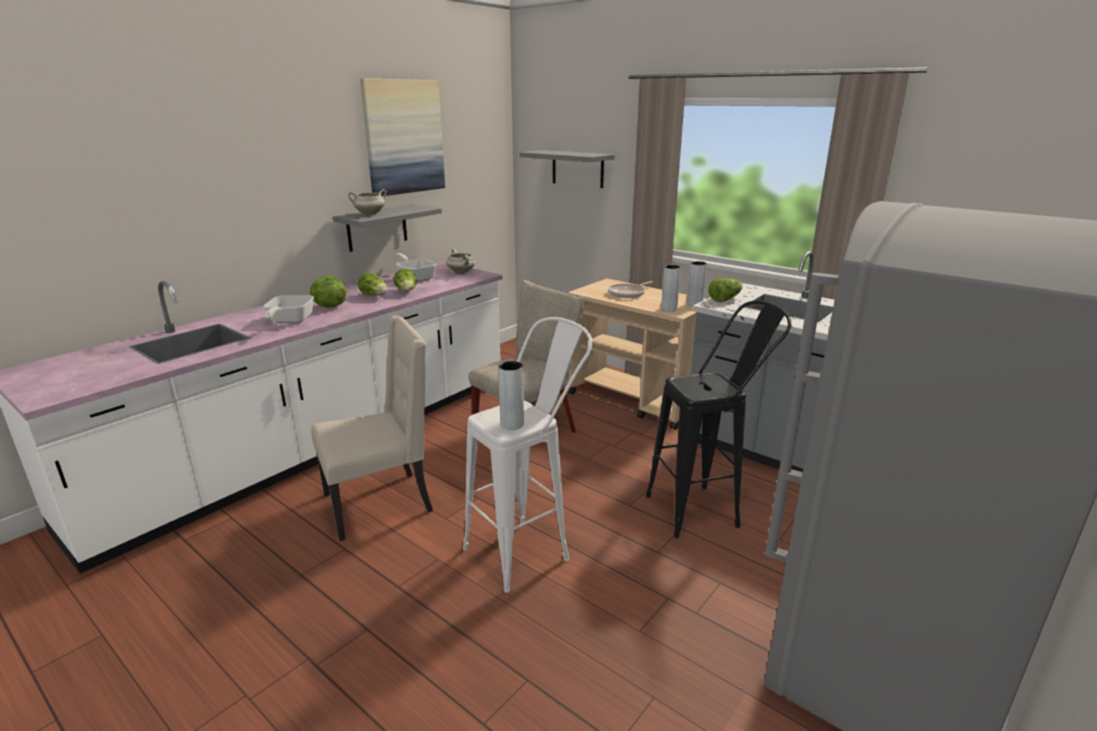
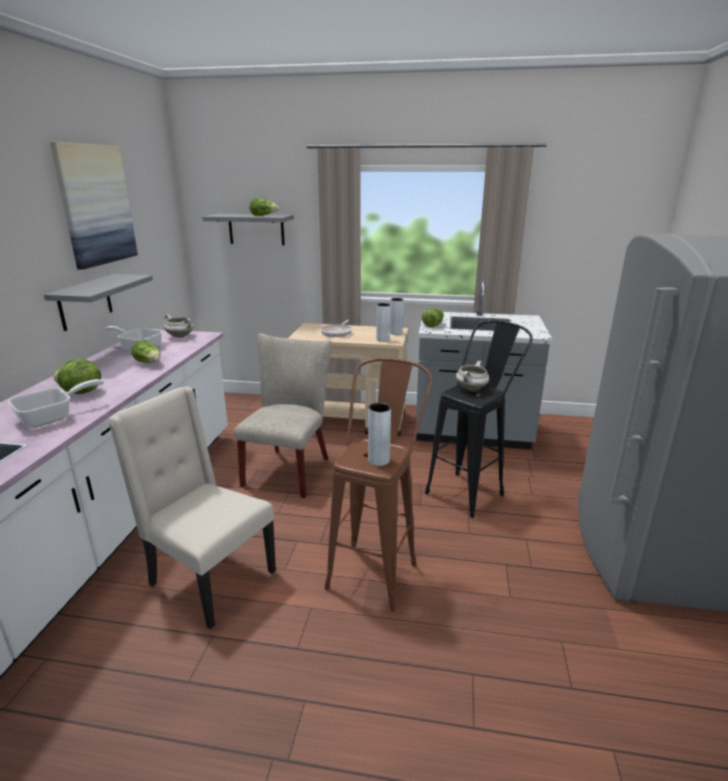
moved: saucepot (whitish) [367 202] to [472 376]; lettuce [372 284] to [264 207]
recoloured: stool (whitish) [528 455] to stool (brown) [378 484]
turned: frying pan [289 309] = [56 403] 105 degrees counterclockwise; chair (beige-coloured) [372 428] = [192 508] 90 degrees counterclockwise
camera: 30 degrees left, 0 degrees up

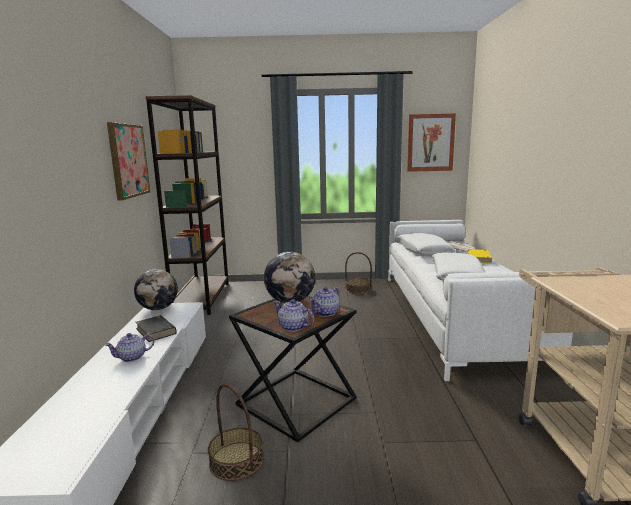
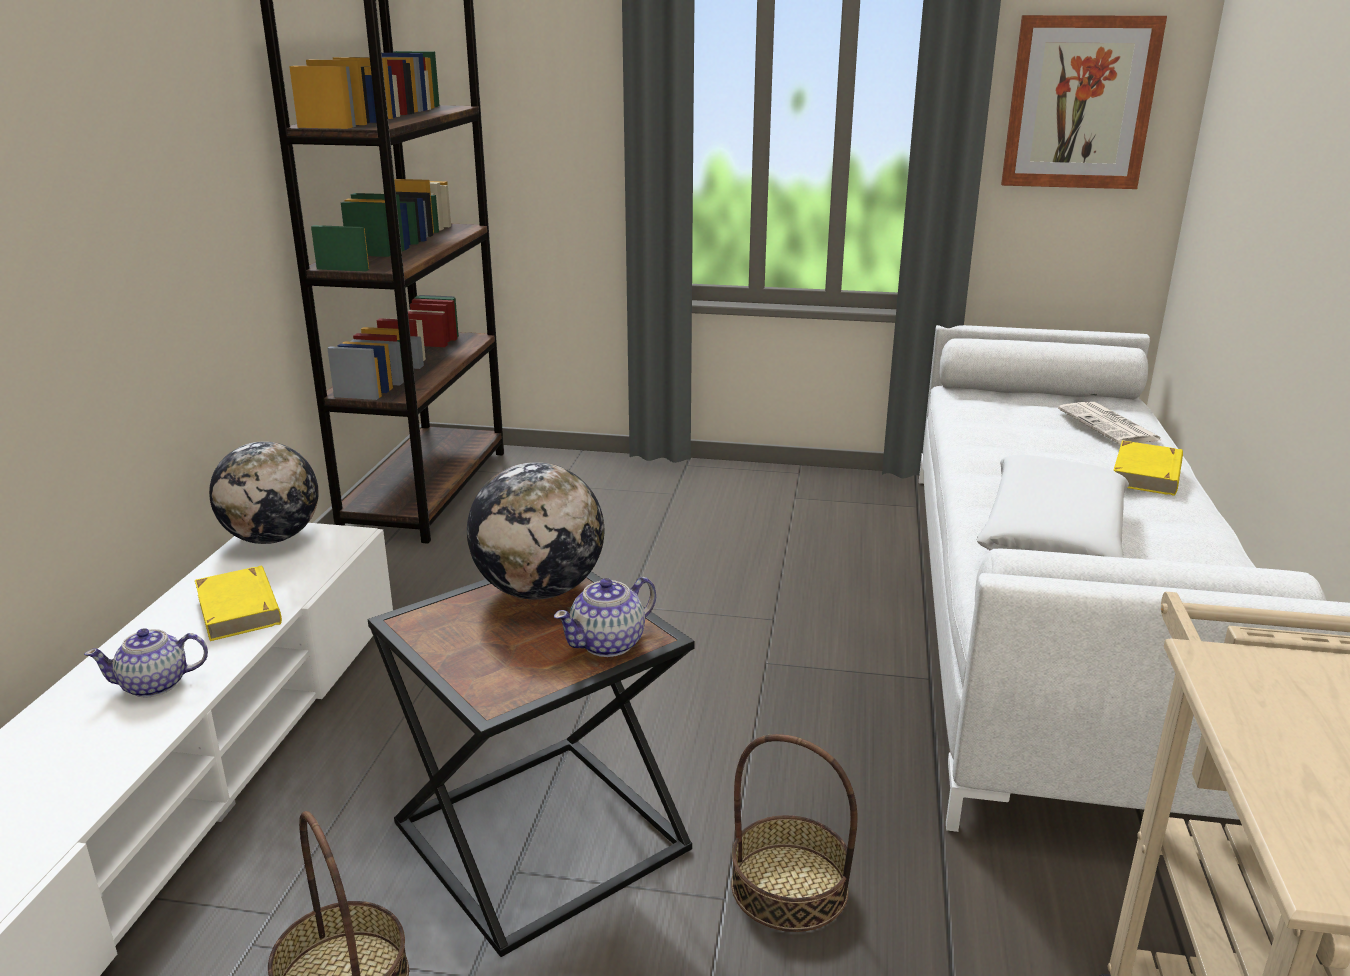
removed: wall picture [128 161]; pillow (whitish) [426 244]; teapot [294 315]
moved: basket [358 273] to [794 833]
recoloured: volume (black) [155 328] to volume (yellow-coloured) [238 603]
camera: 10 degrees right, 10 degrees up

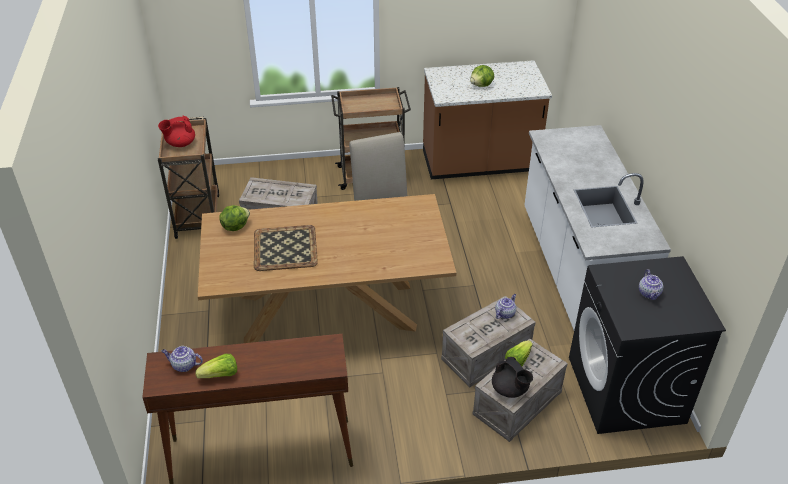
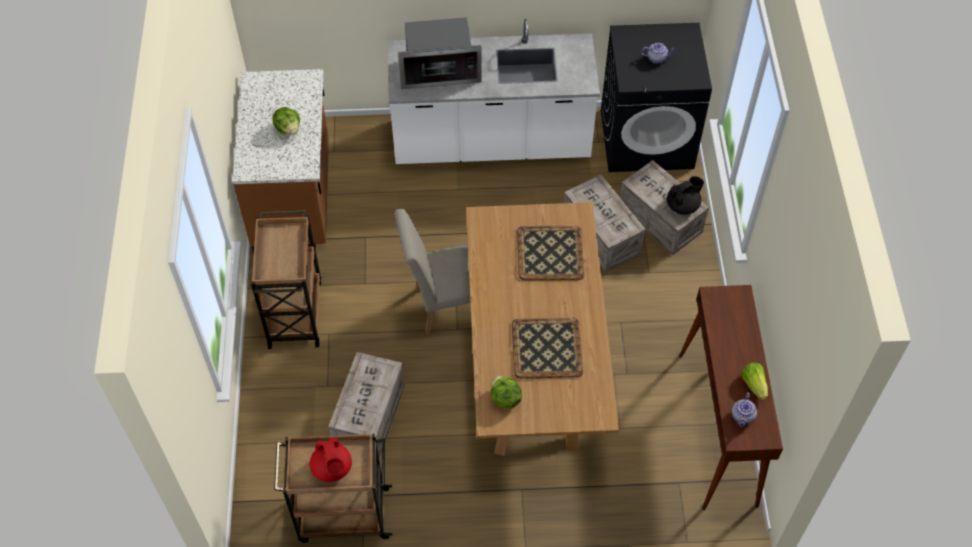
removed: teapot [505 306]; lettuce [519 353]
added: microwave [440 53]; serving tray [550 253]
camera: 85 degrees left, 15 degrees up

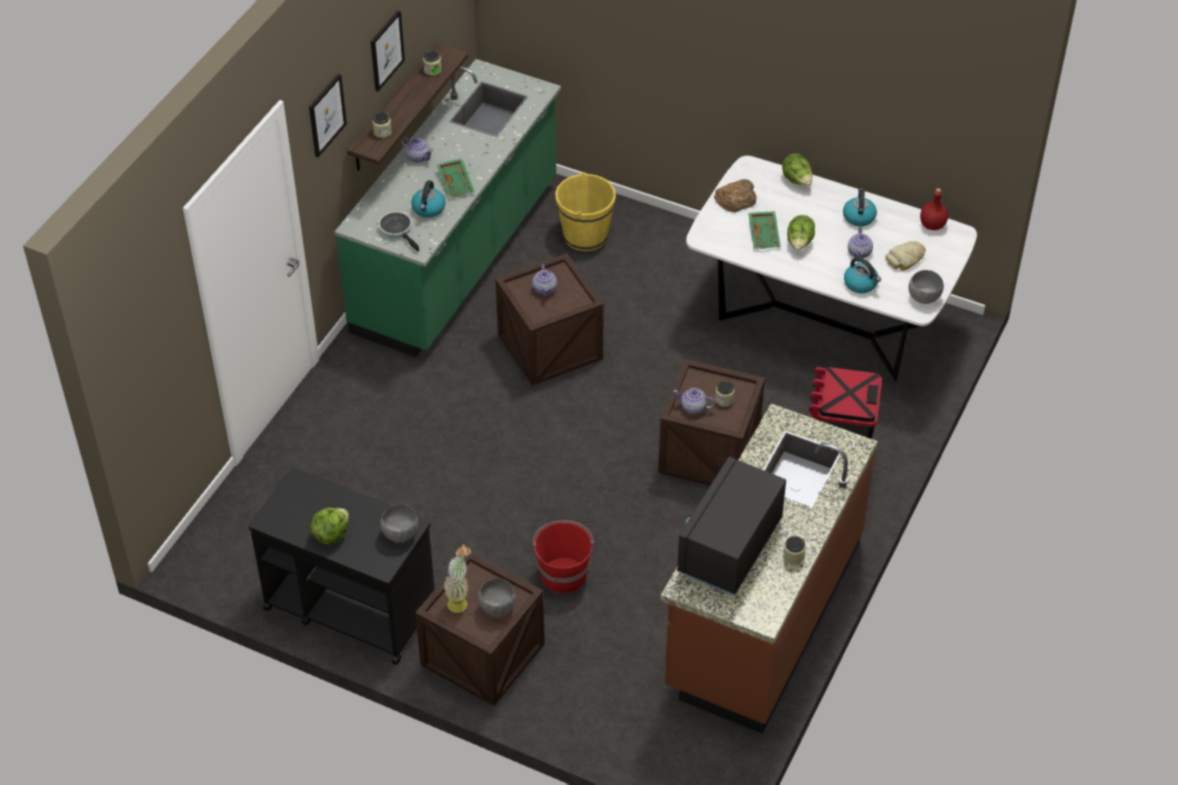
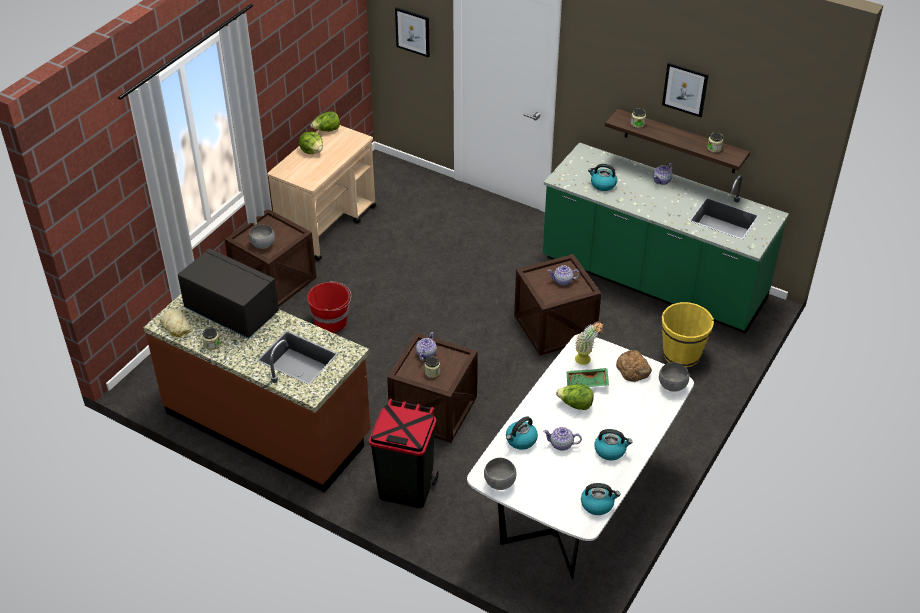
removed: serving tray (green) [455 178]; frying pan [398 231]
moved: wall picture [328 115] to [412 32]; lettuce [797 169] to [325 121]; baked bread [906 256] to [175 322]; bowl (greyish) [399 523] to [674 377]; houseplant [457 578] to [589 343]
replaced: drink bottle (reddish) [934 209] to kettle [600 499]
recoloured: wheeled cart (black) [341 566] to wheeled cart (beige-coloured) [321 193]
camera: 95 degrees right, 5 degrees down

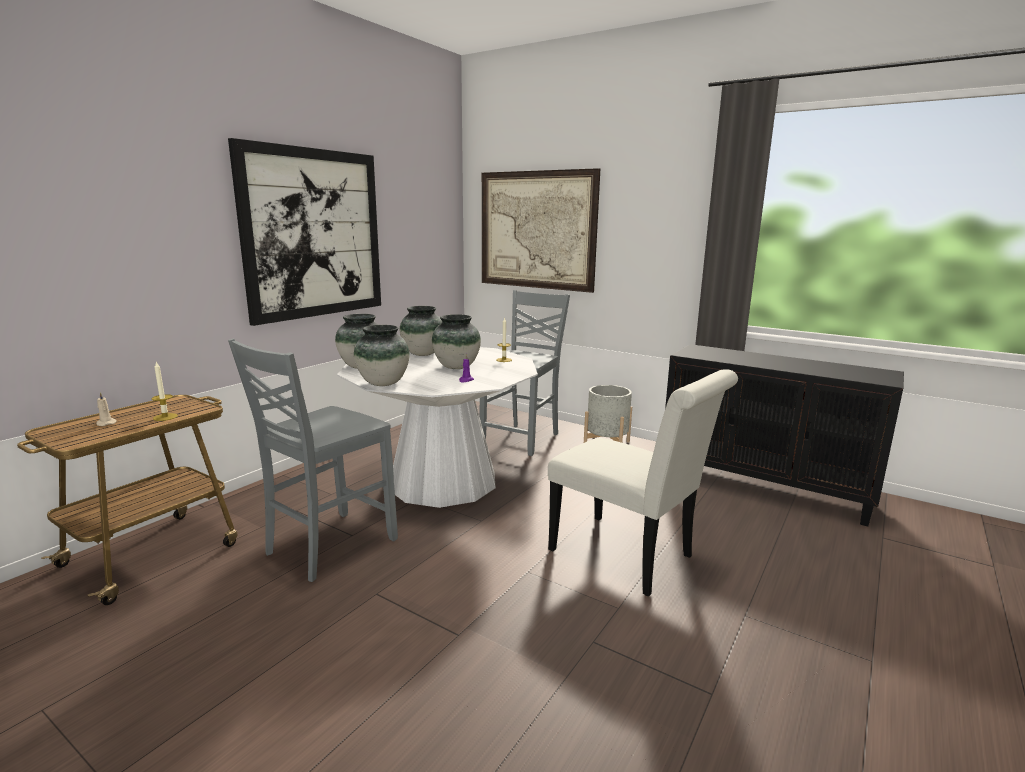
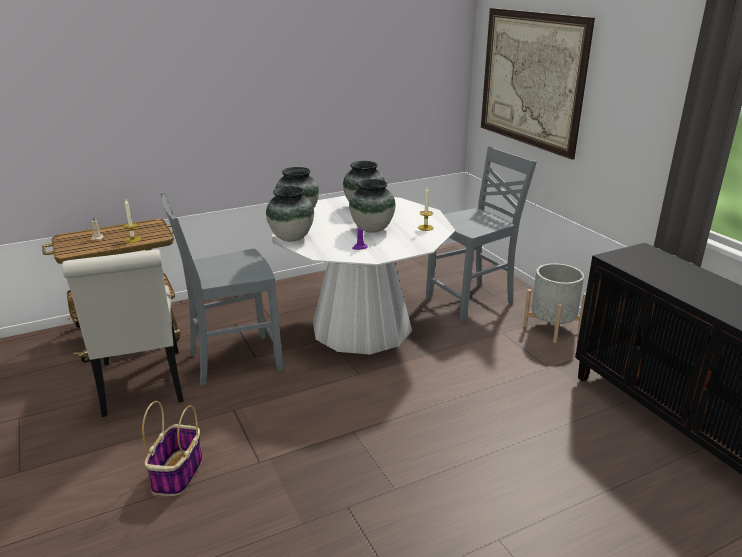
removed: wall picture [304 232]
added: basket [172 448]
moved: chair (whitish) [643 482] to [123 333]
camera: 30 degrees right, 10 degrees up

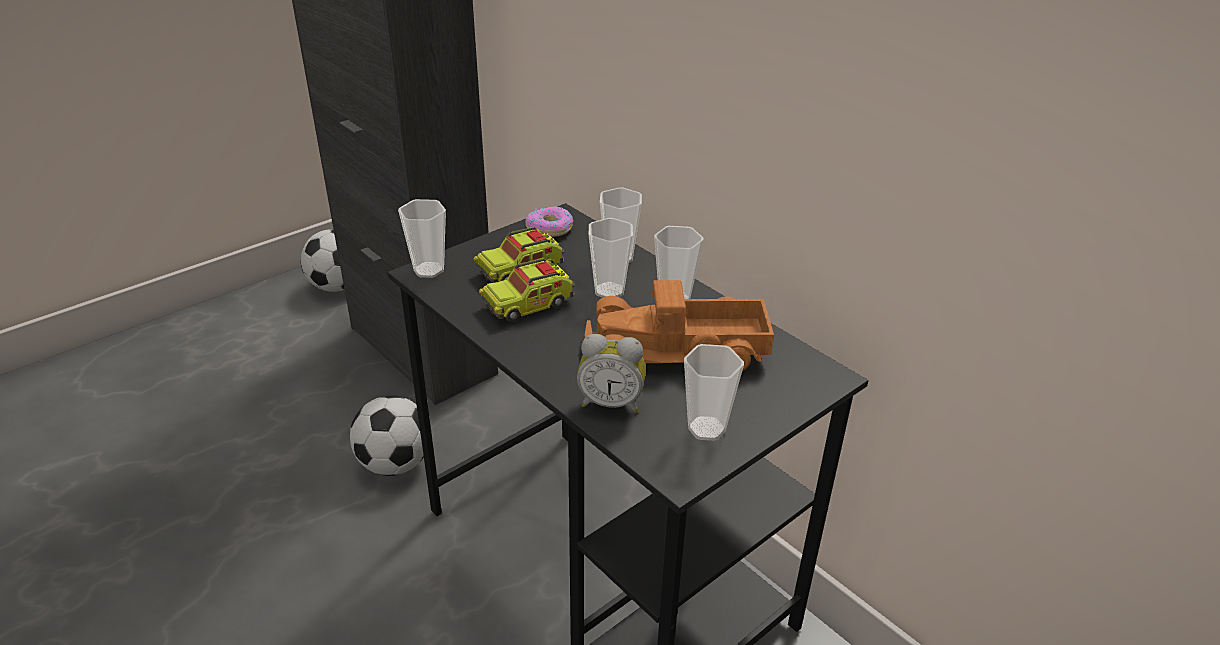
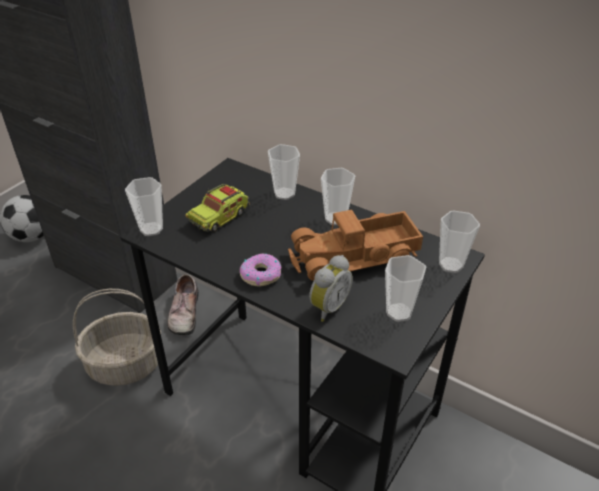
removed: toy lorry [527 290]
added: low shoe [183 304]
moved: donut [549 221] to [260 269]; cup [611 258] to [459 241]
replaced: football [387 436] to basket [117 337]
turned: alarm clock [611 373] = [331 288] 45 degrees counterclockwise
camera: 15 degrees left, 5 degrees up

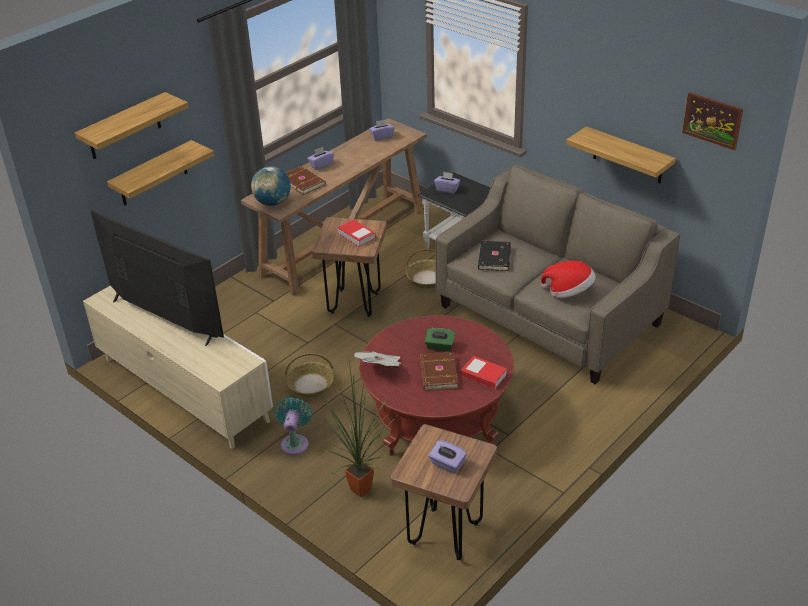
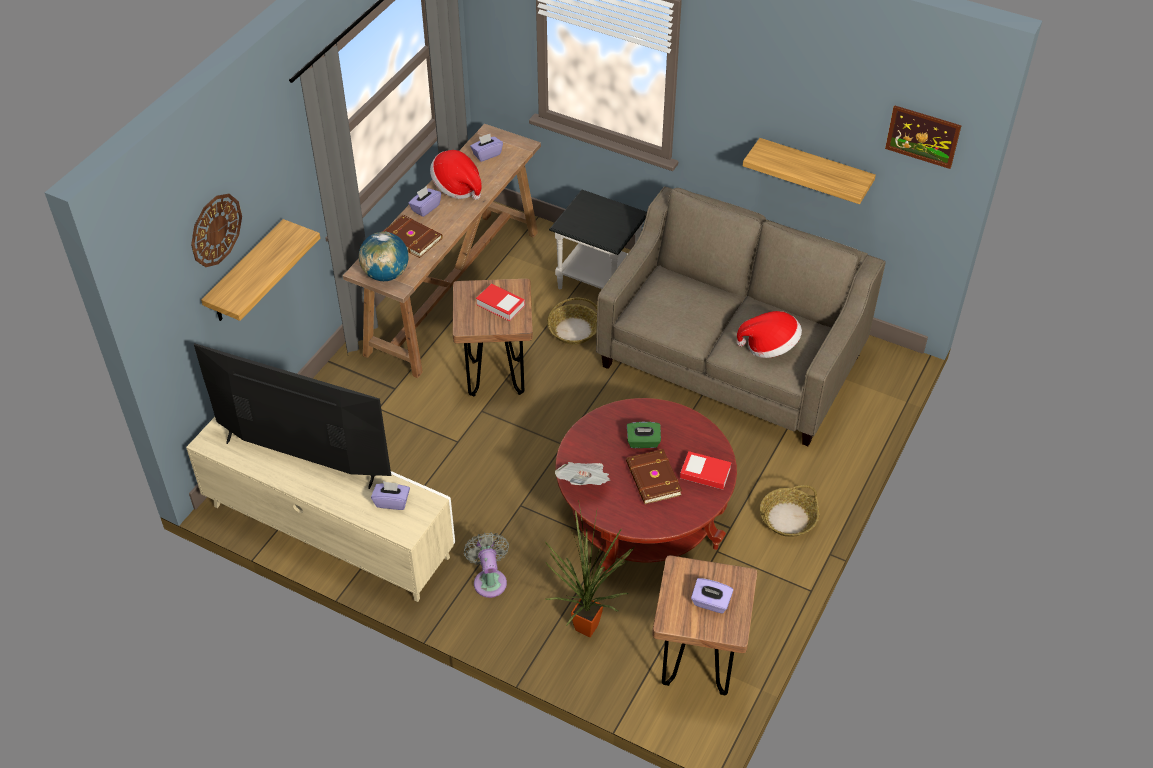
removed: volume (black) [494 256]
added: clothing hat [456 175]
moved: tissue box (purplish) [447 183] to [390 495]; basket [309 375] to [789 511]
replaced: shelf [132 125] to clock on the wall [216 230]
recoloured: fan (turquoise-coloured) [293 426] to fan (greyish) [486 565]
camera: 15 degrees left, 10 degrees up

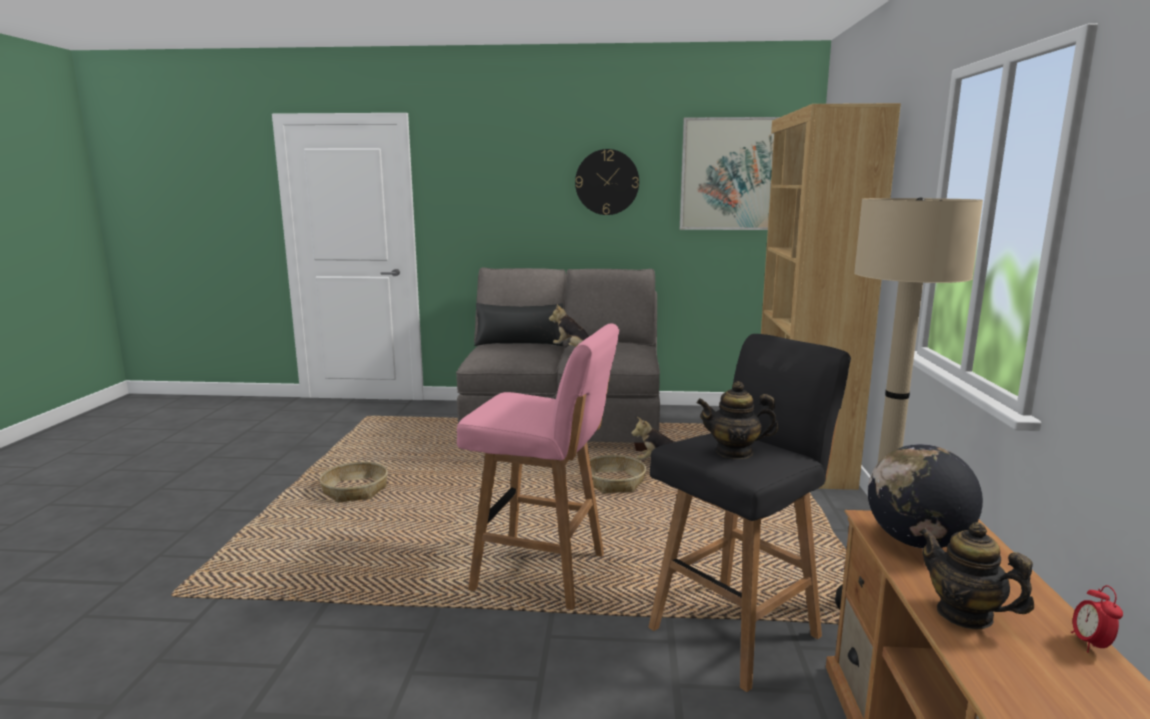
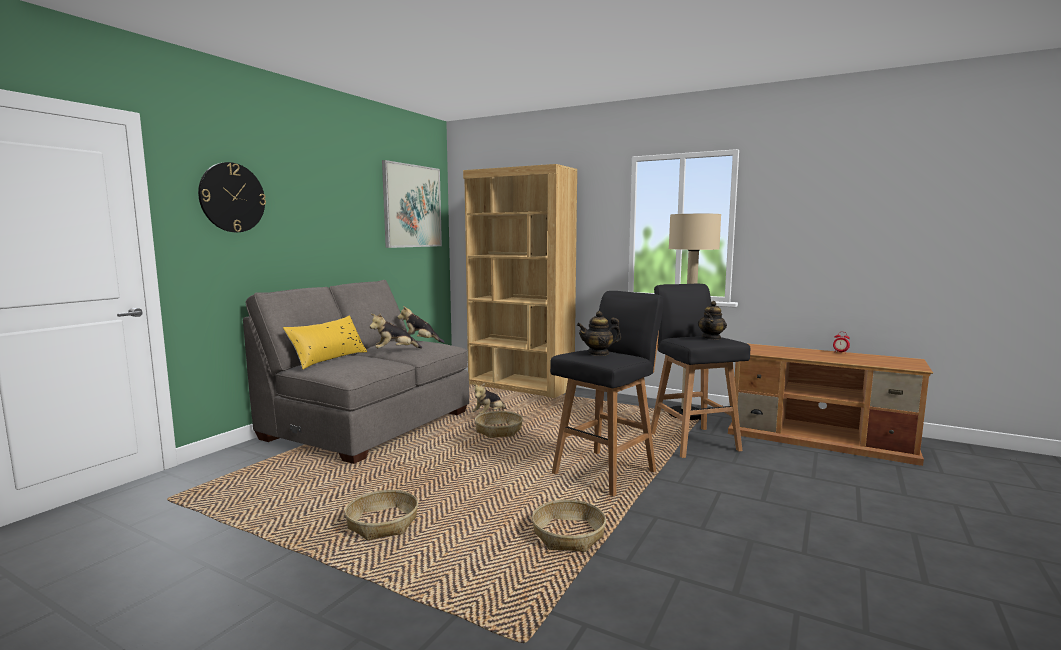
removed: world globe [925 496]
added: cuddly toy [421 324]; basket [569 525]
moved: clock on the wall [607 182] to [232 197]; teapot [976 575] to [599 333]
recoloured: pillow (black) [518 324] to pillow (yellow-coloured) [325 342]; stool (pinkish) [538 466] to stool (black) [607 393]
camera: 65 degrees left, 5 degrees down

